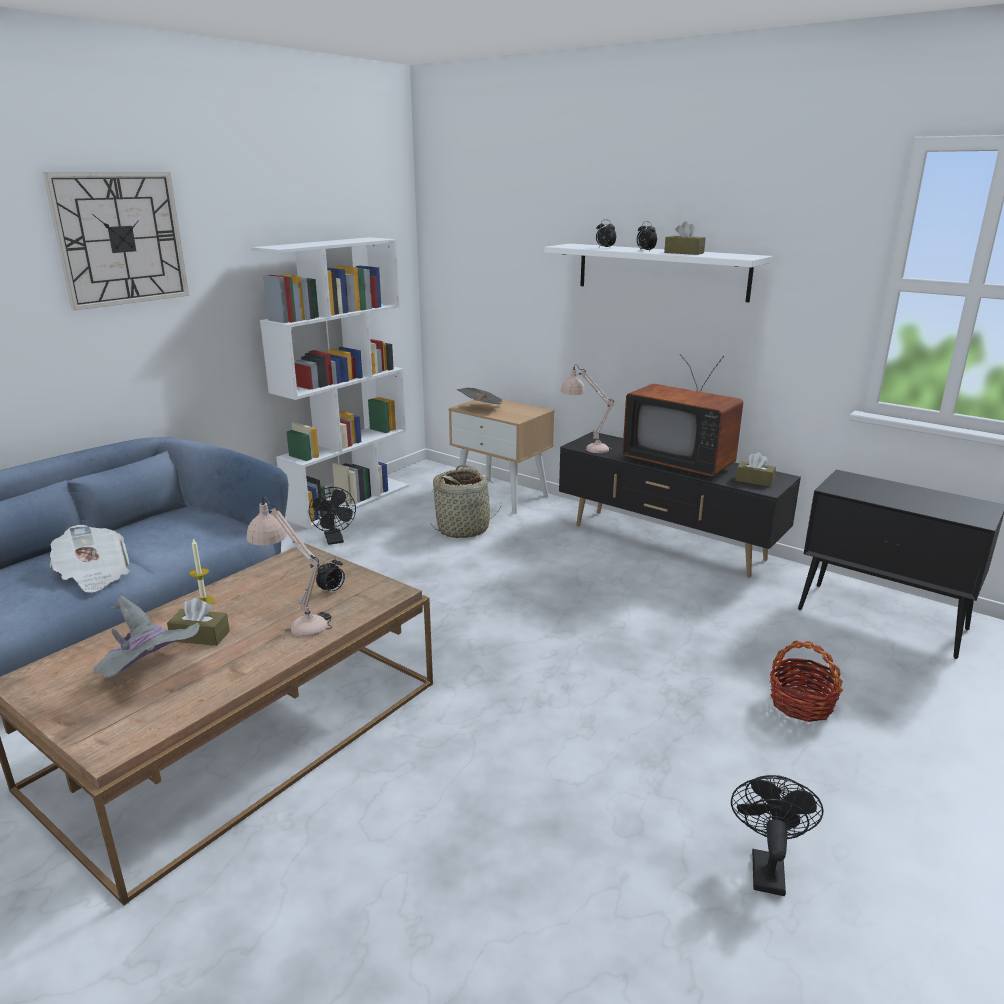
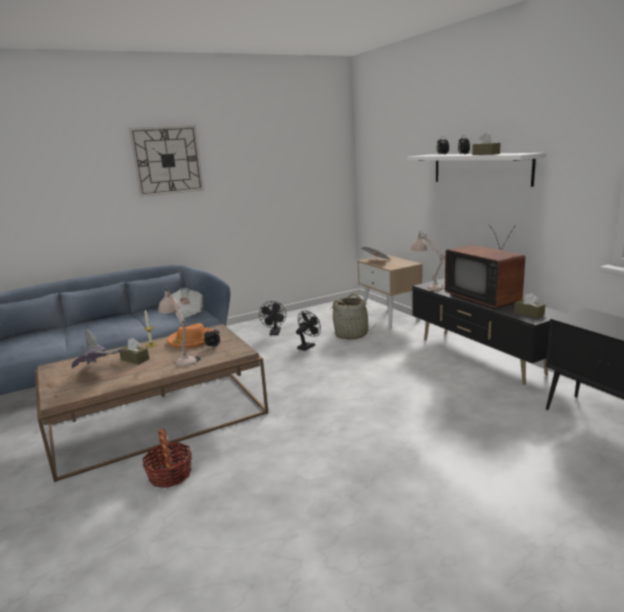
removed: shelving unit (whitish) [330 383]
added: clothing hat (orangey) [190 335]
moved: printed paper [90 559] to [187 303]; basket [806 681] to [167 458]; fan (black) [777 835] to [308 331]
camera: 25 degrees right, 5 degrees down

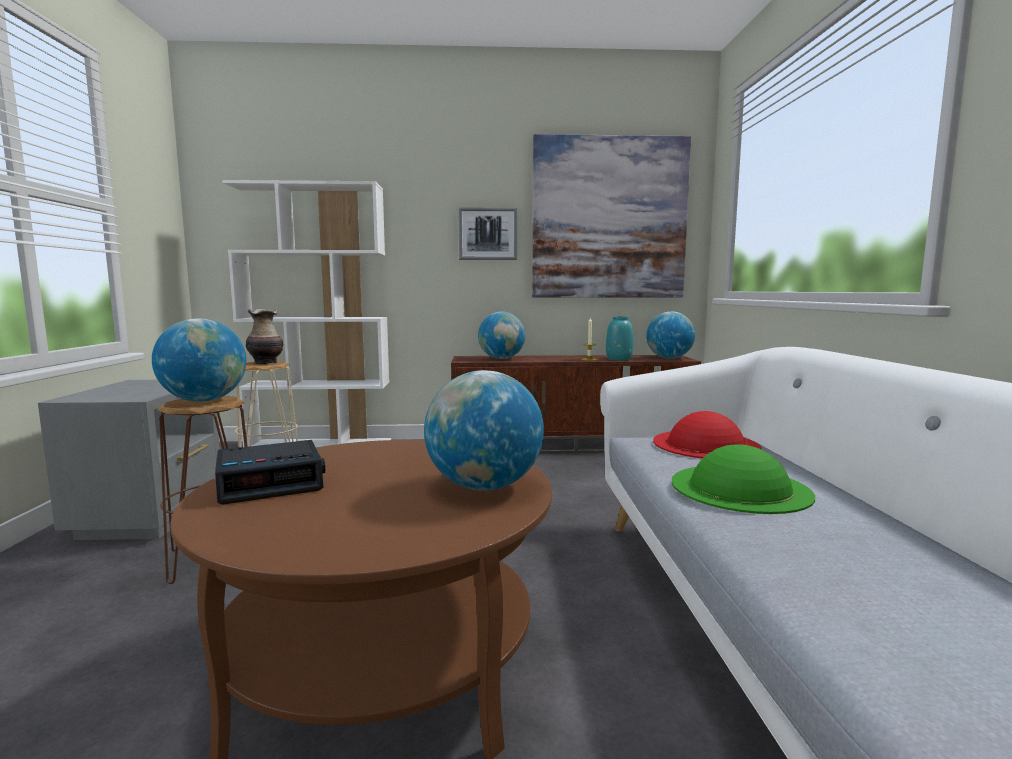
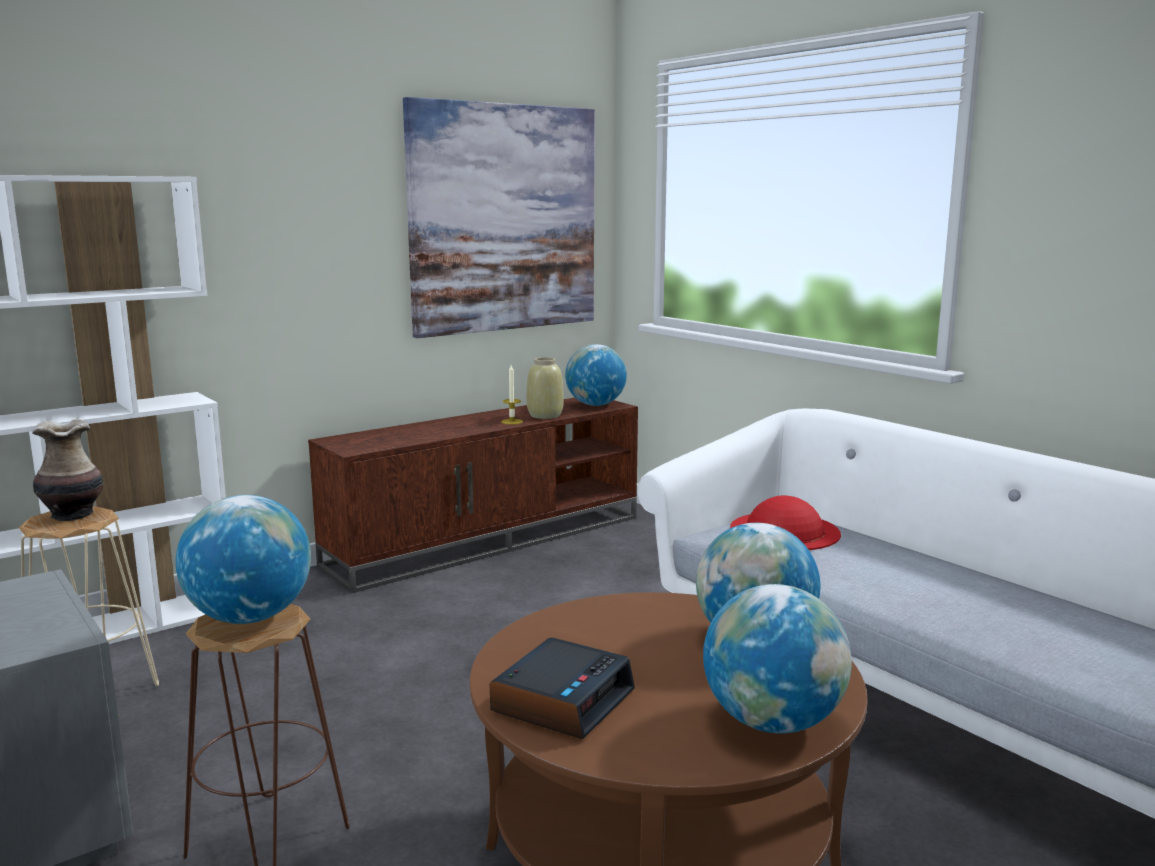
removed: wall picture [487 233]; clothing hat (green) [743 479]
moved: world globe [501 335] to [777 658]
recoloured: vase (turquoise-coloured) [620 338] to vase (beige-coloured) [545 388]
camera: 35 degrees left, 5 degrees up

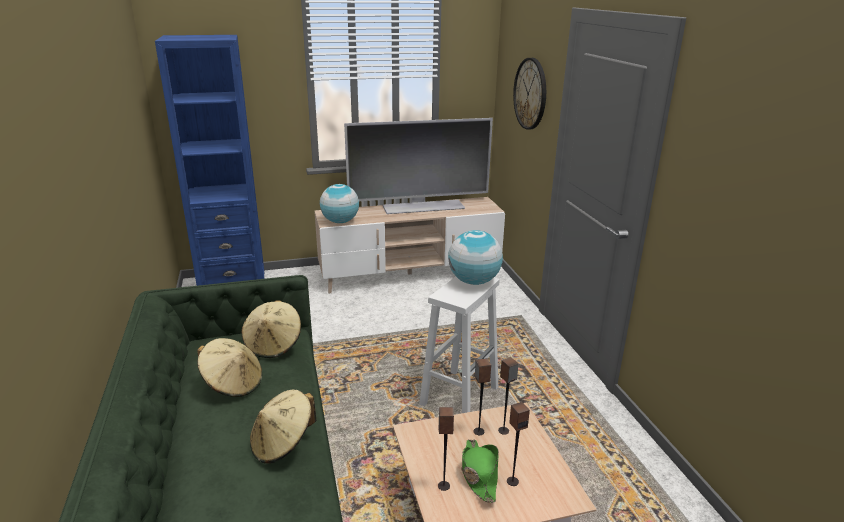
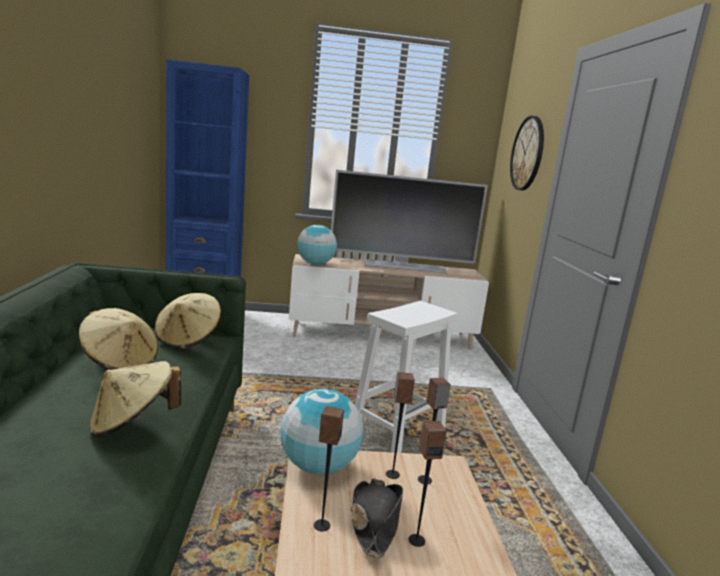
moved: world globe [475 257] to [322 431]
recoloured: clothing hat (green) [480 471] to clothing hat (black) [377 518]
camera: 10 degrees right, 10 degrees down

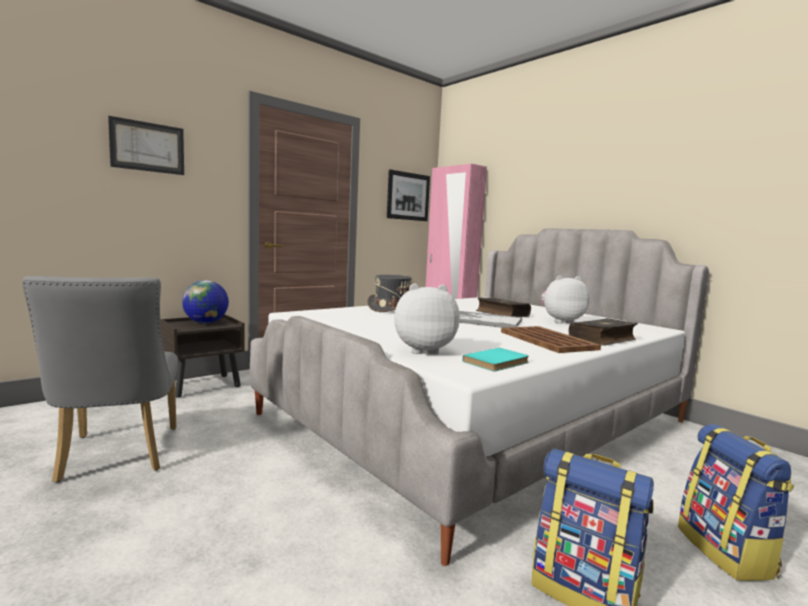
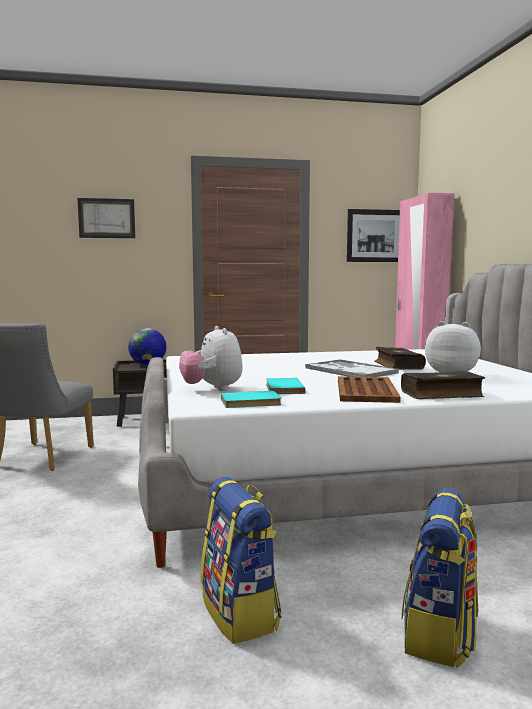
removed: clothing hat (greyish) [390 293]
added: volume (turquoise-coloured) [286 386]
turned: cuddly toy [427 318] = [211 358] 135 degrees counterclockwise
camera: 30 degrees right, 0 degrees up

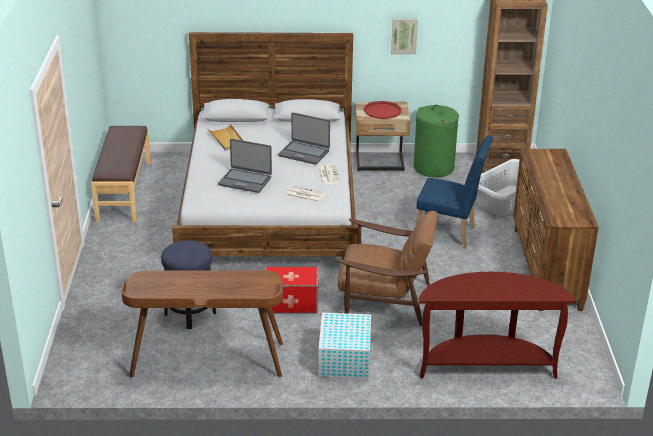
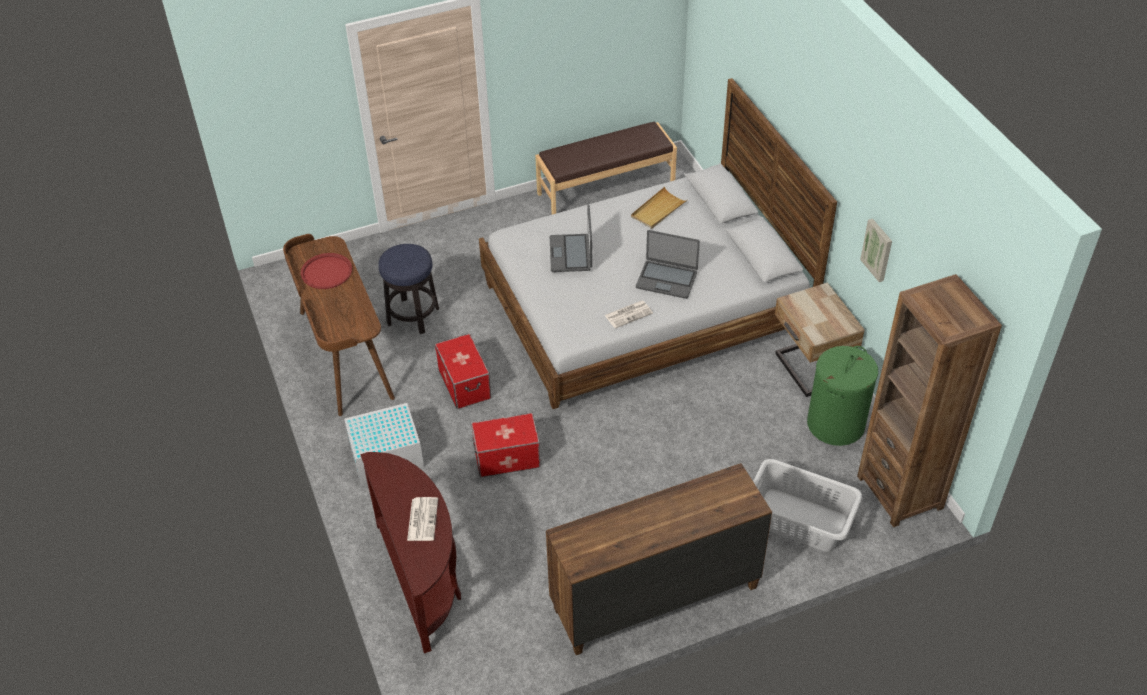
removed: chair (bluish) [455 191]
moved: serving tray (reddish) [383 110] to [326 271]; printed paper [305 194] to [422 519]
replaced: easy chair (brown) [387 268] to storage box [506 445]
turned: laptop [304 138] = [668 264] 75 degrees counterclockwise
camera: 70 degrees right, 15 degrees up

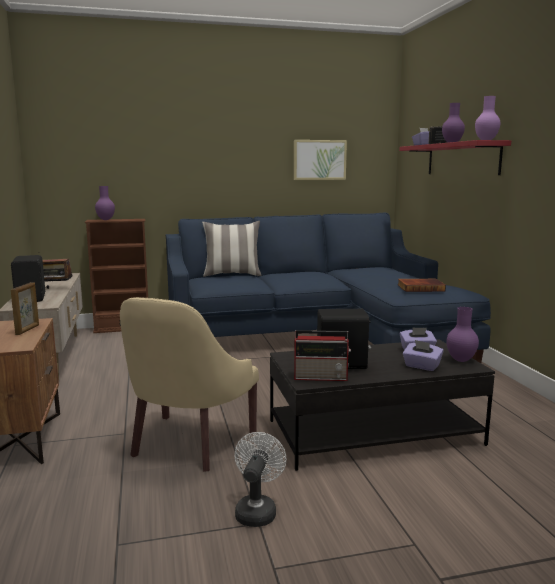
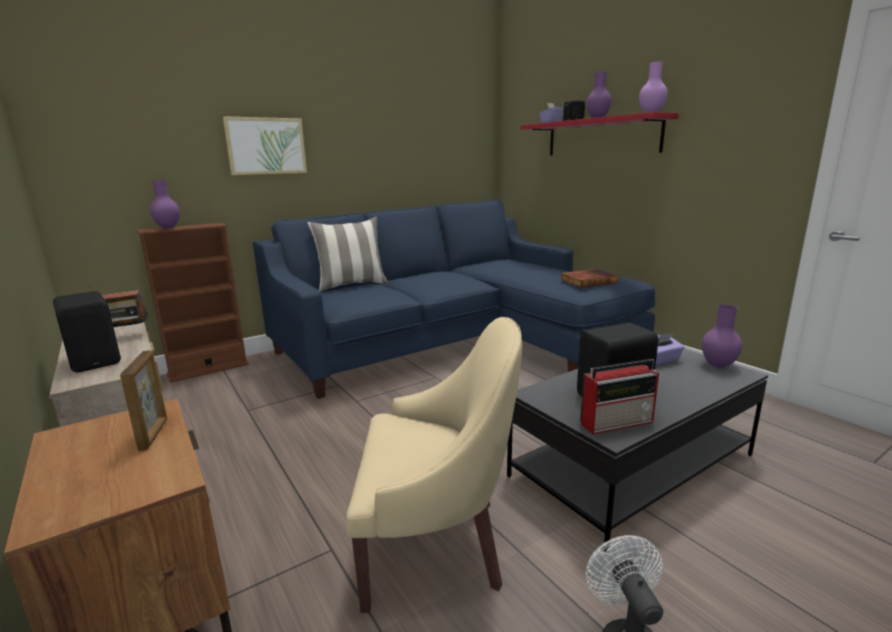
removed: tissue box (purplish) [423 355]
moved: wall picture [320 160] to [265 145]
turned: easy chair (beige-coloured) [189 384] = [434 465] 90 degrees counterclockwise
camera: 20 degrees left, 5 degrees up

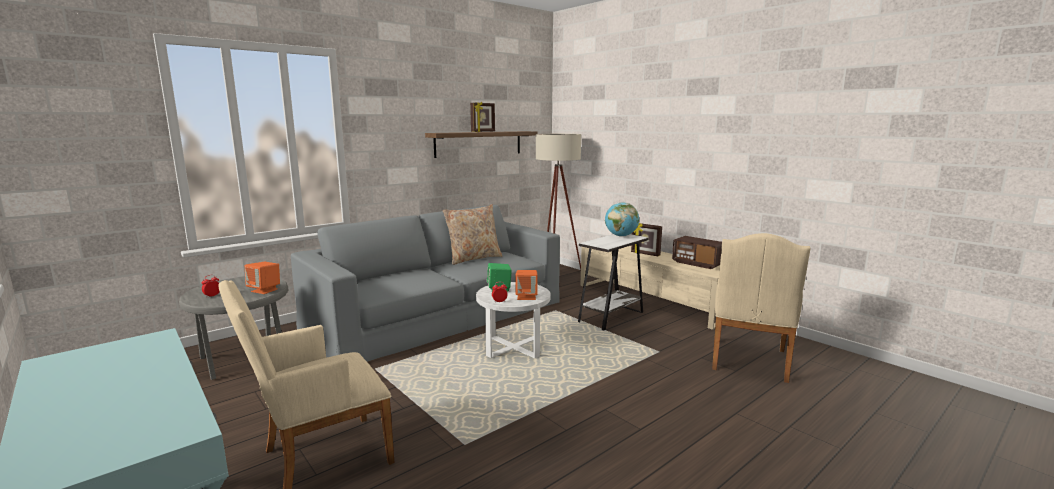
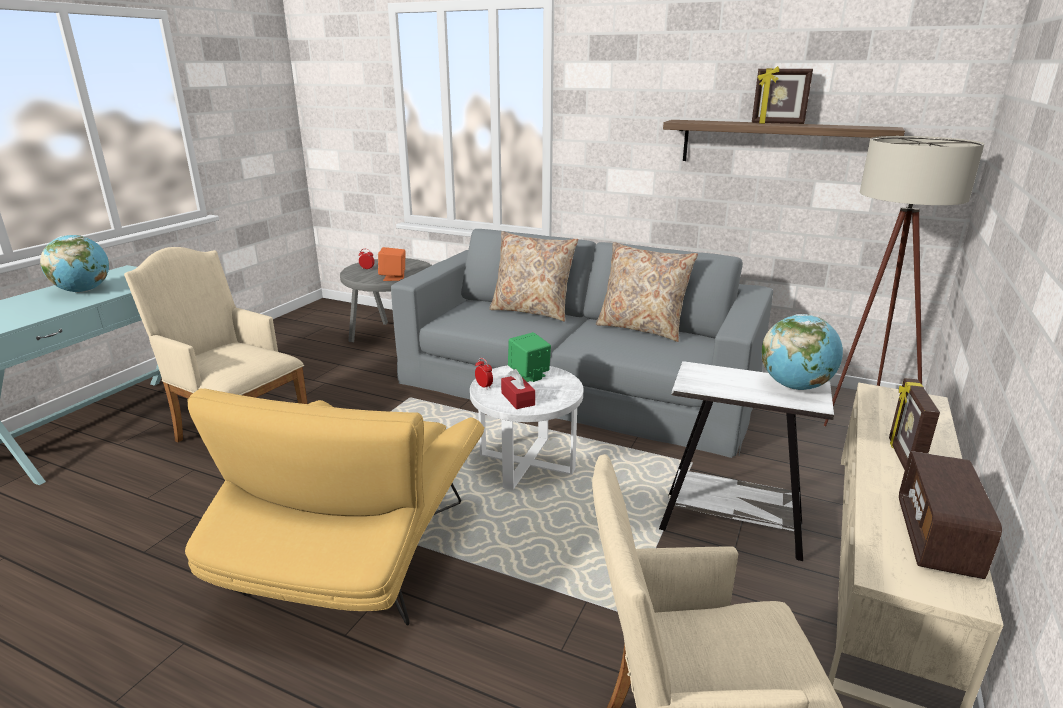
added: pillow (beige-coloured) [533 276]; world globe [74 264]; easy chair (yellow-coloured) [335 507]
replaced: speaker (orangey) [527 285] to tissue box (reddish) [518 389]
camera: 65 degrees right, 10 degrees up

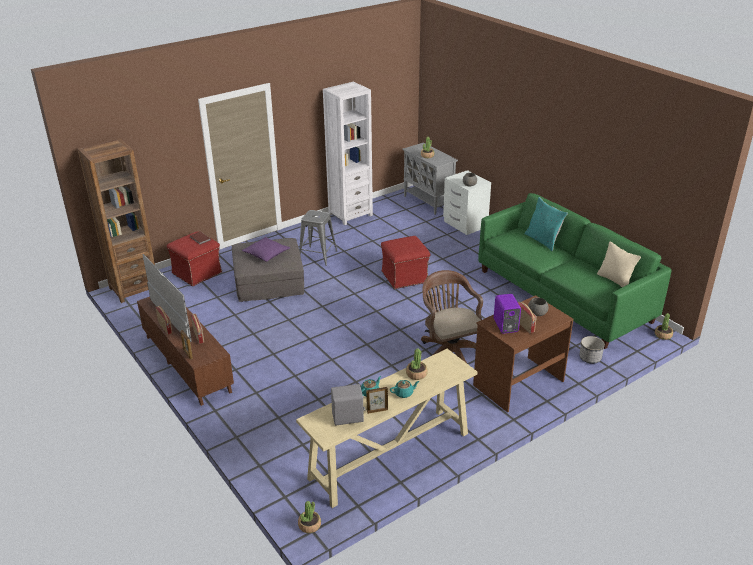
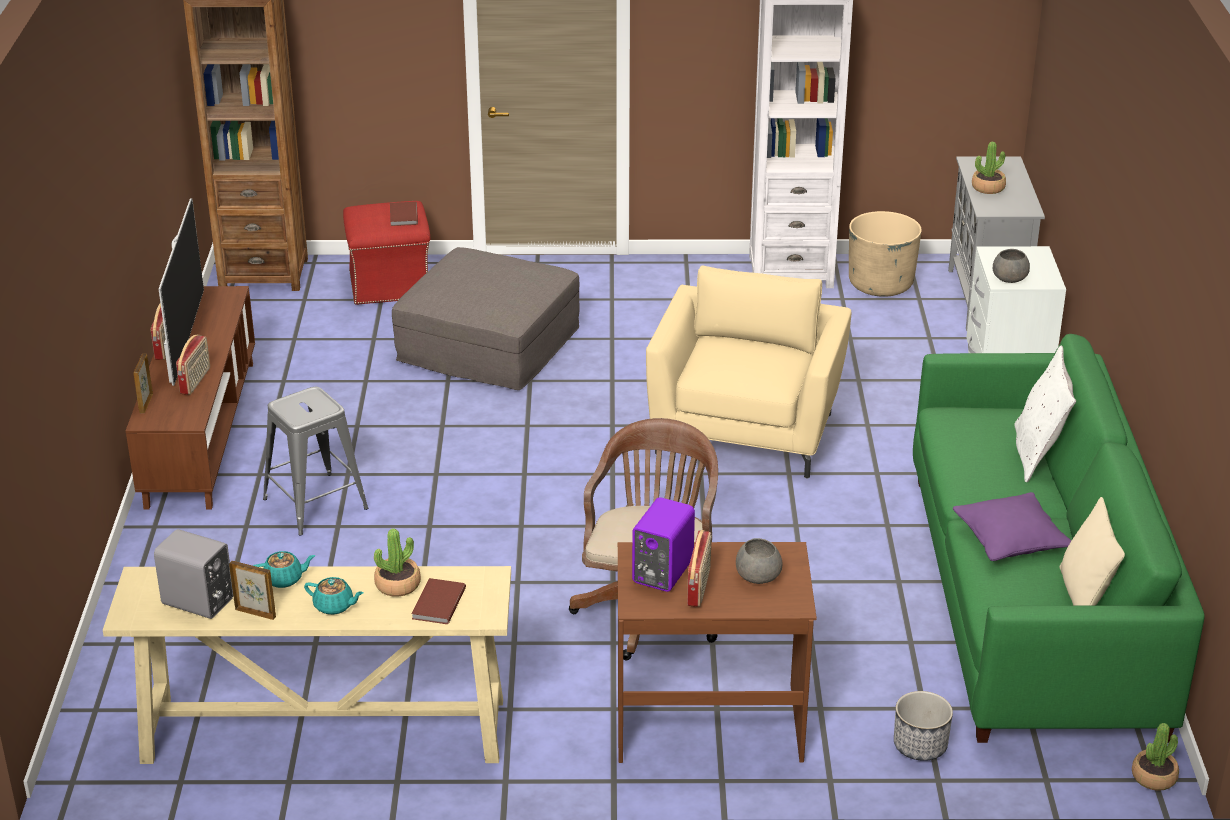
removed: houseplant [309 517]
added: planter (beige-coloured) [885 254]; volume (brown) [438 601]
moved: stool (greyish) [318 238] to [315 461]; pillow (purplish) [266 249] to [1012 526]
replaced: footrest (reddish) [405 262] to easy chair (beige-coloured) [748 372]
recoloured: pillow (turquoise-coloured) [546 224] to pillow (whitish) [1045 414]
camera: 35 degrees right, 0 degrees up

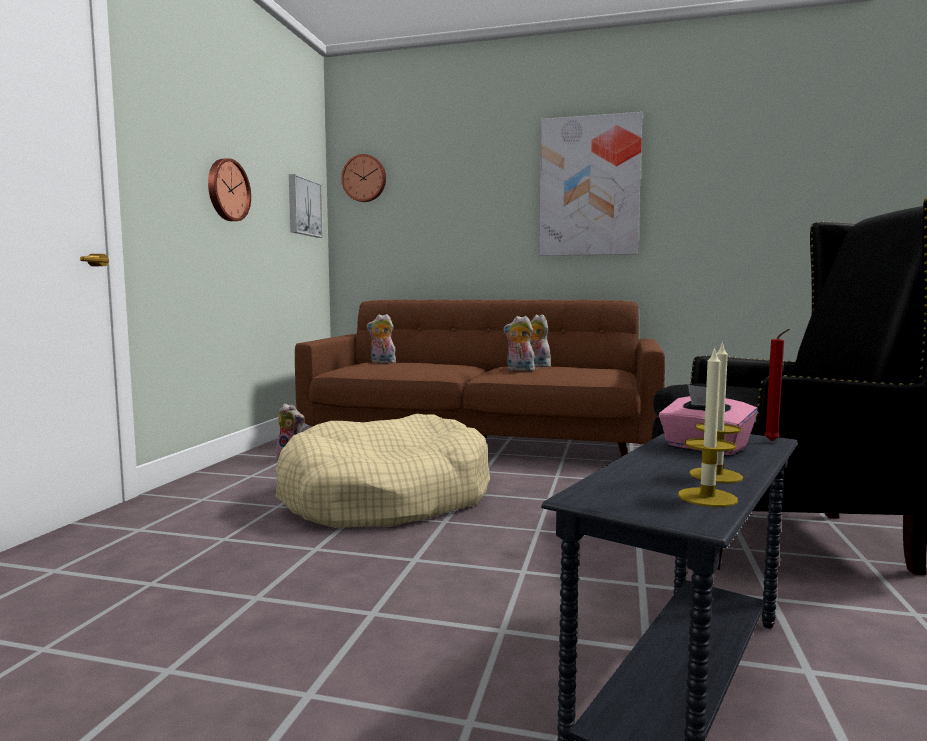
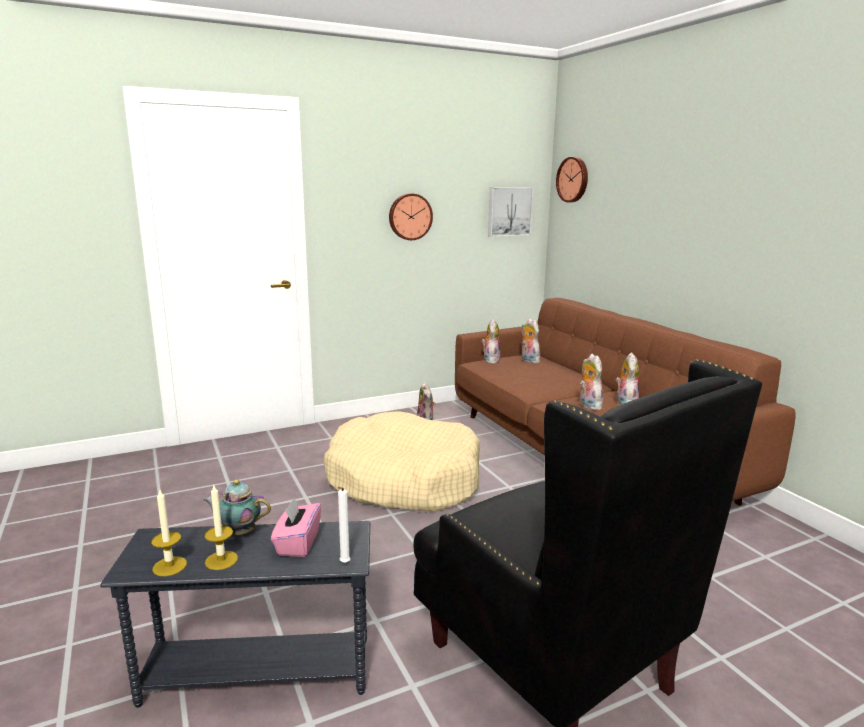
removed: wall picture [591 184]
added: cuddly toy [491 341]; teapot [237 507]
recoloured: wax light (reddish) [777 385] to wax light (whitish) [344 525]
camera: 50 degrees right, 10 degrees up

